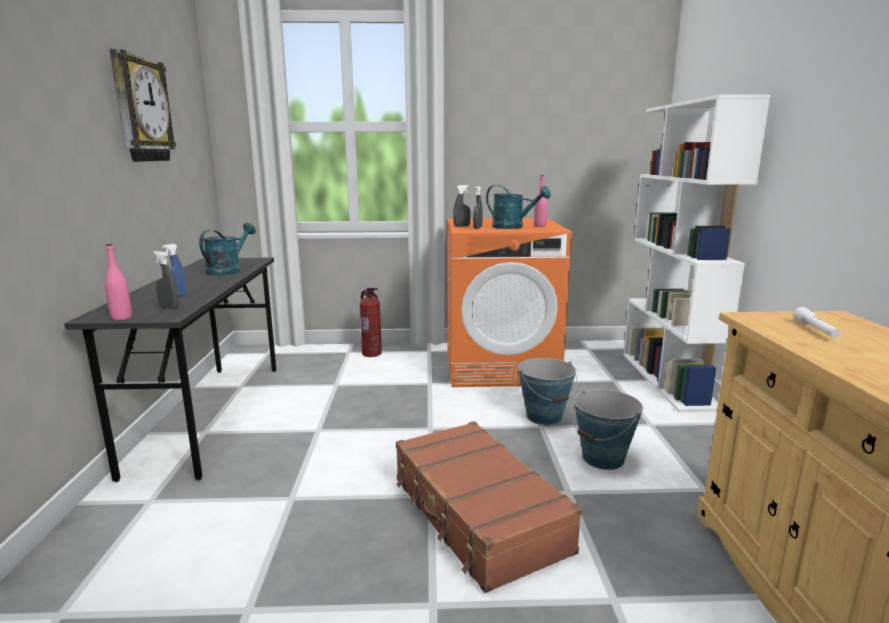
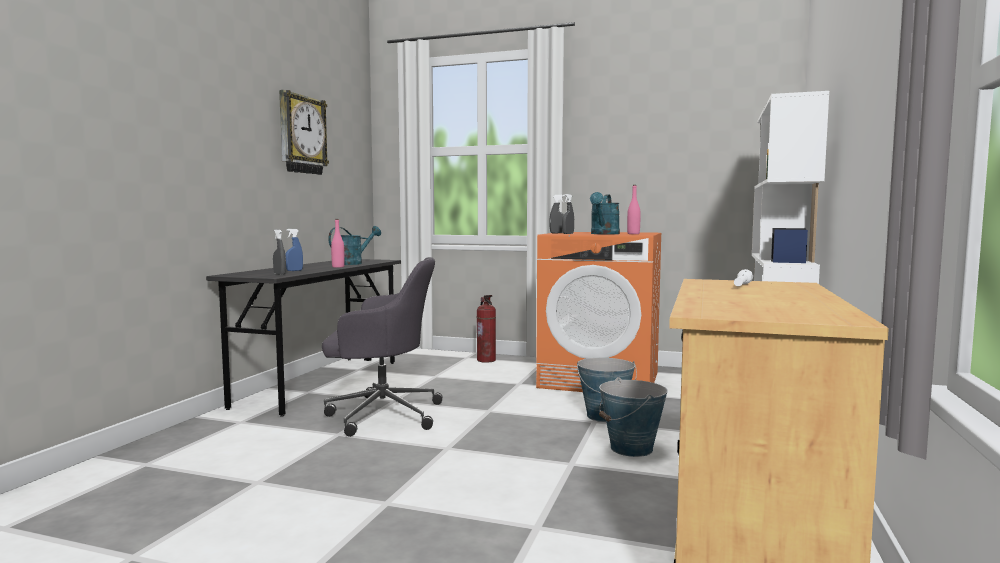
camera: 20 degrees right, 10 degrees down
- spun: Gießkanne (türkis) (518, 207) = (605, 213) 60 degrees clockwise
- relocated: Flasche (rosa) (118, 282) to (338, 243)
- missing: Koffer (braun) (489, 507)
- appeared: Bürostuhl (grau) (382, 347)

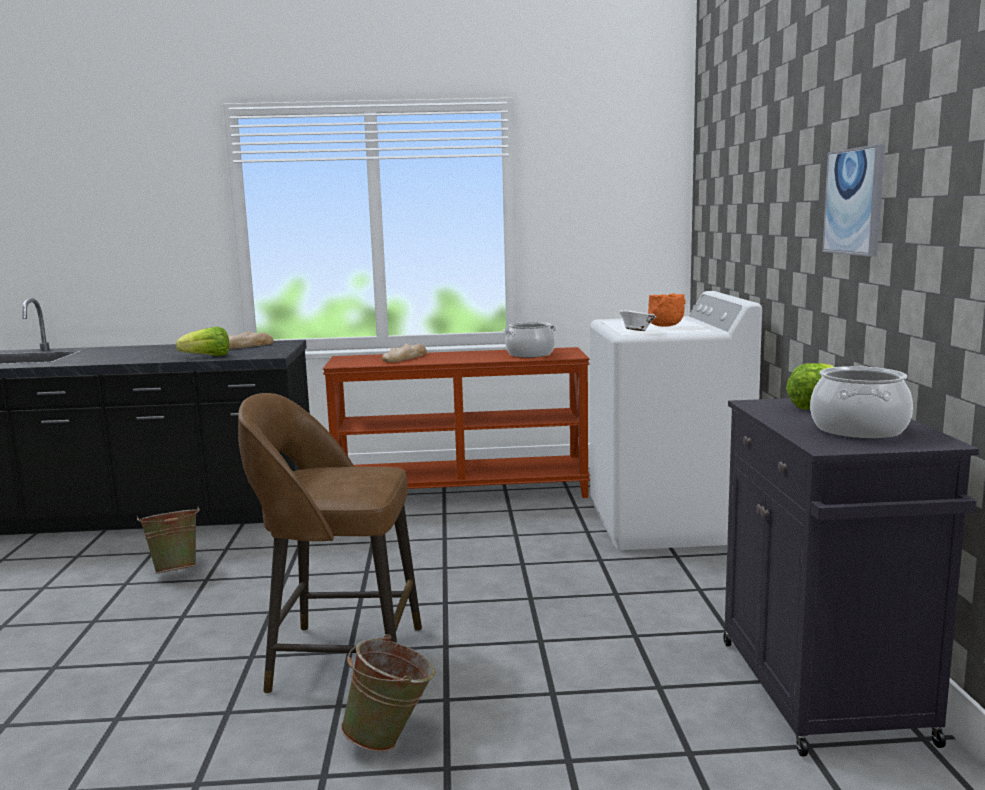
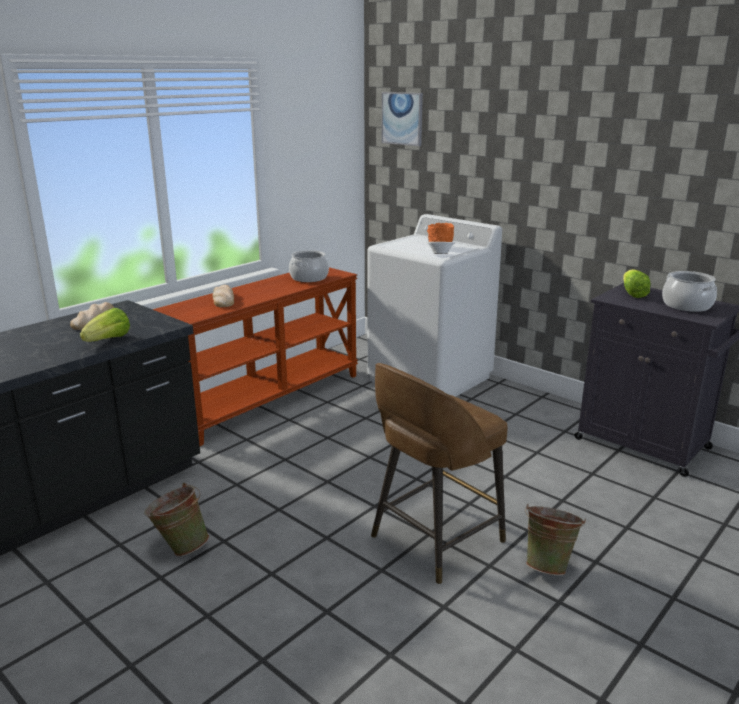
camera: 45 degrees left, 10 degrees up
- relocated: Bild (853, 200) to (402, 119)

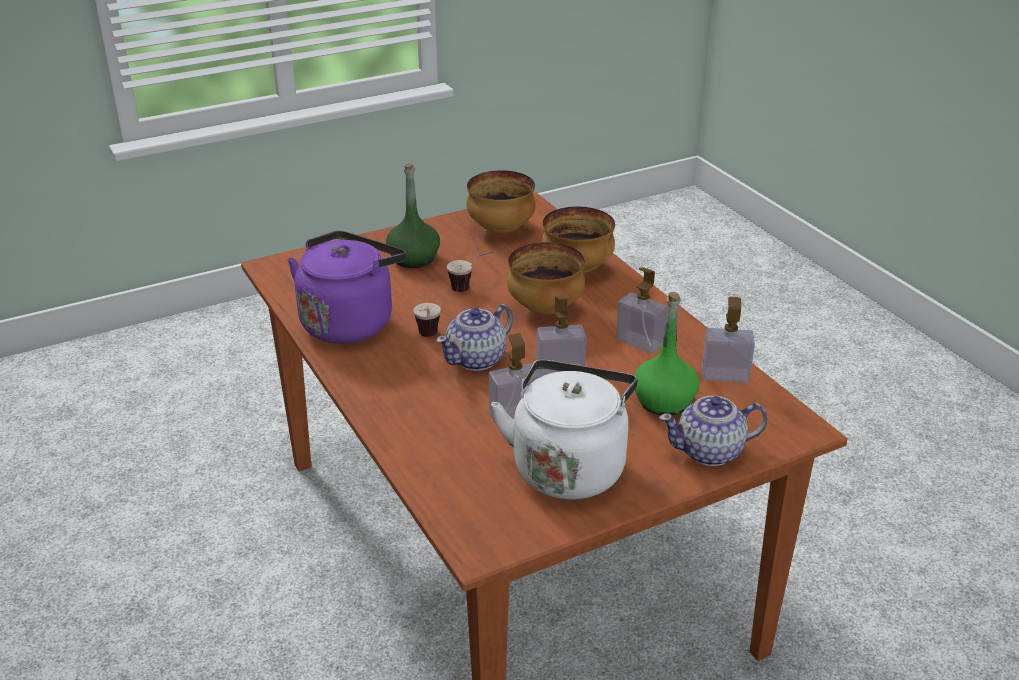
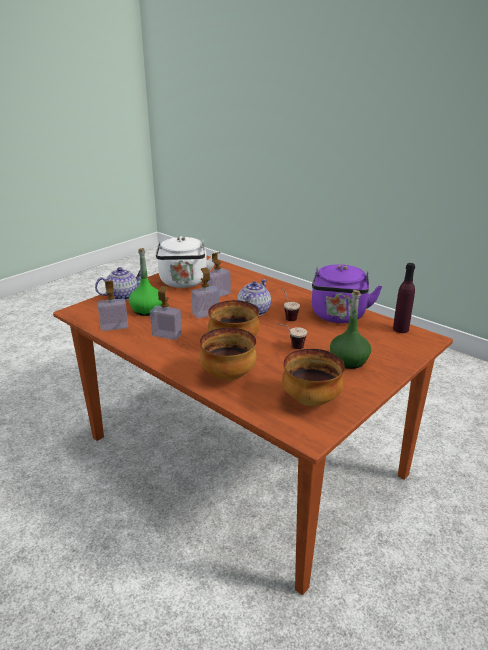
camera: 160 degrees right, 5 degrees down
- appeared: Flasche (lila) (404, 298)

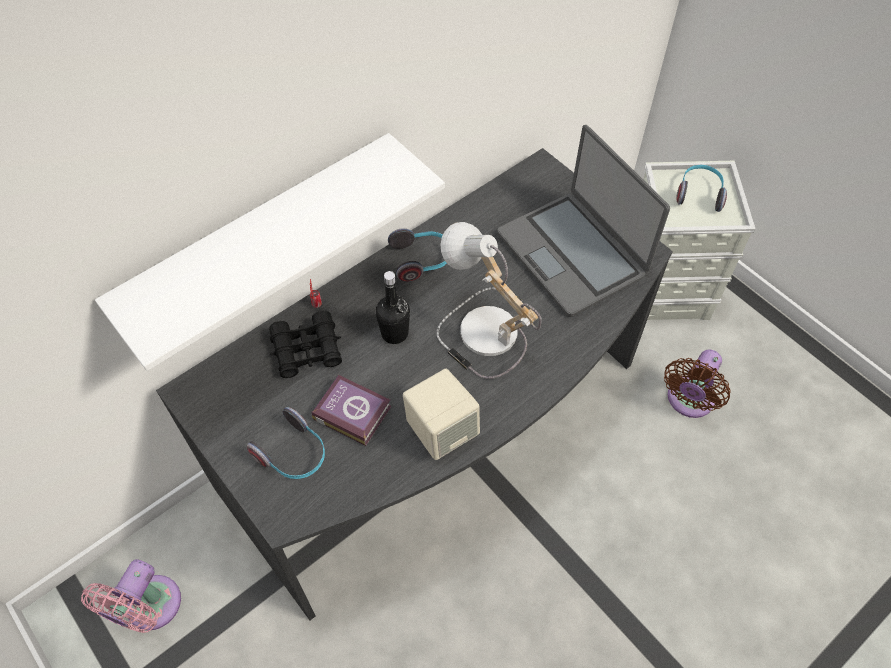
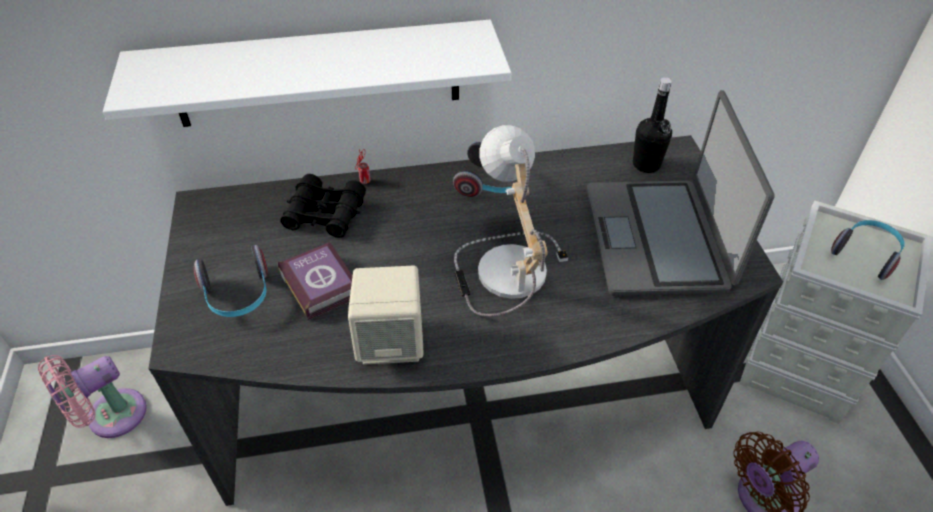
camera: 30 degrees right, 10 degrees down
- relocated: Flasche (schwarz) (393, 307) to (652, 125)

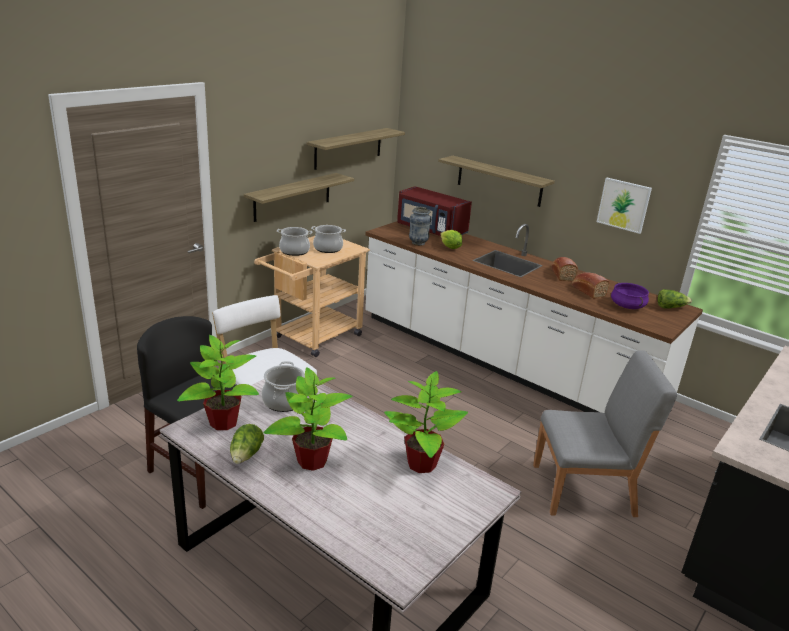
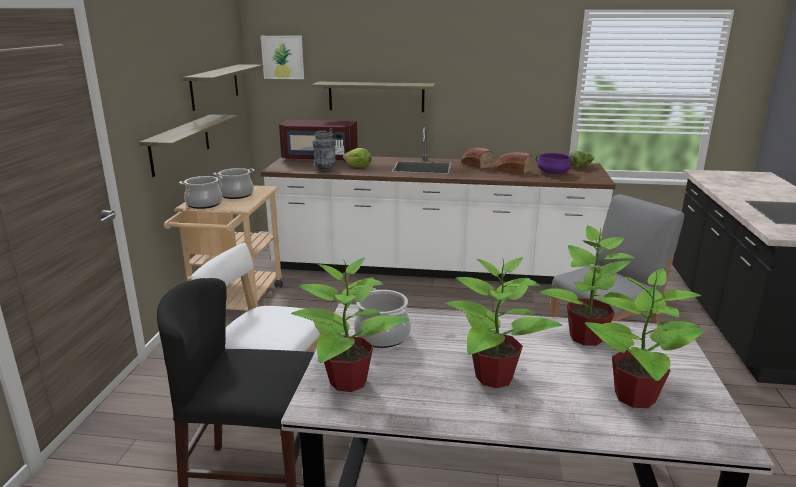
camera: 30 degrees left, 5 degrees down
- relocated: Bild (624, 206) to (282, 57)
- missing: Salatkopf (247, 444)
- appeared: Topfpflanze (645, 338)

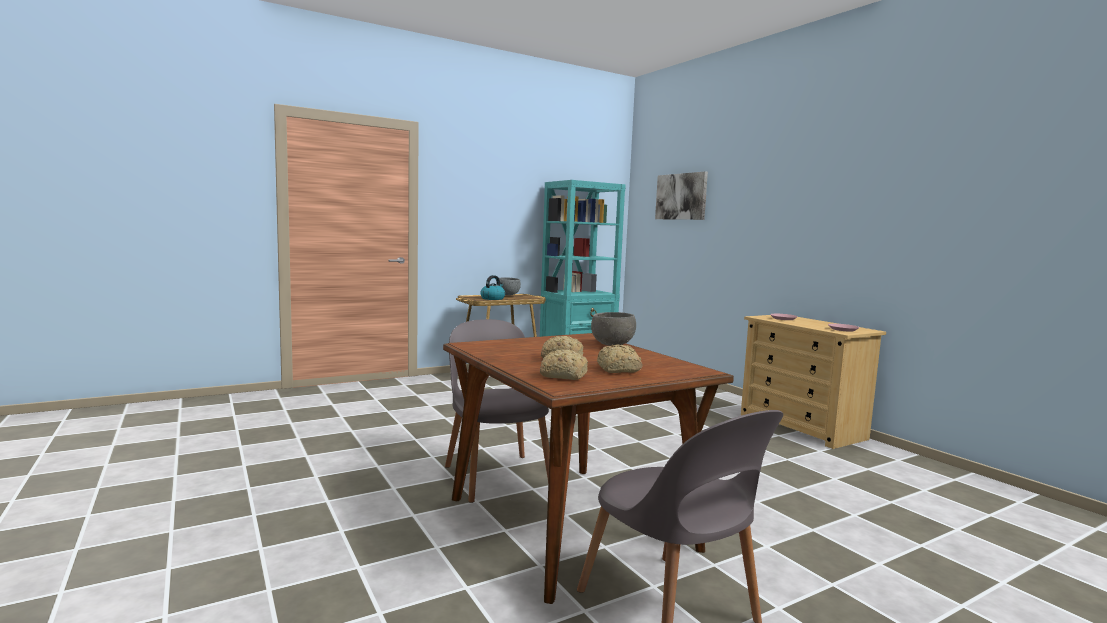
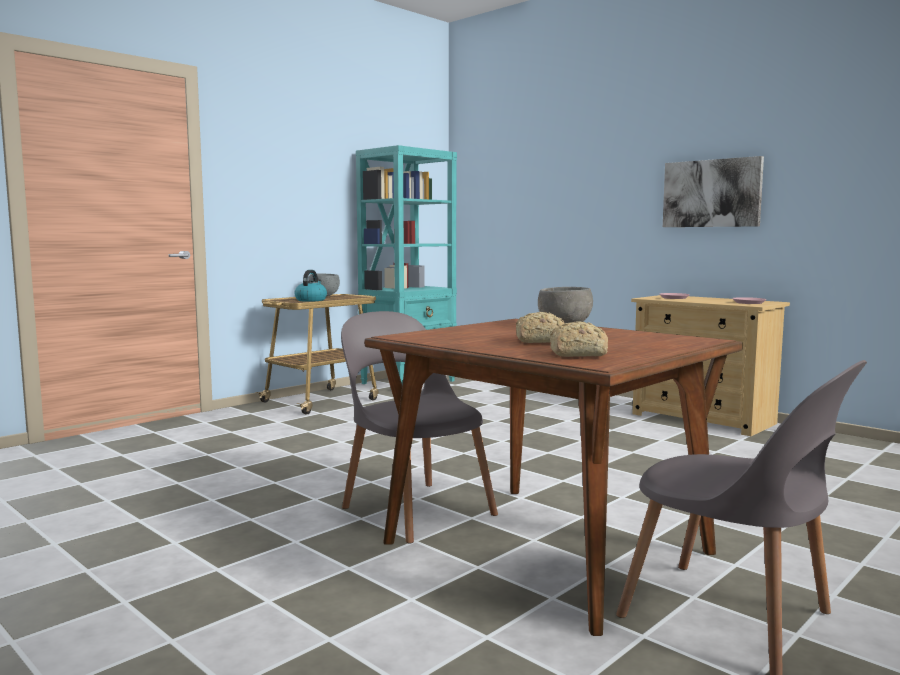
camera: 15 degrees left, 0 degrees up
- relocated: Bild (681, 195) to (713, 191)
- missing: Brot (620, 358)

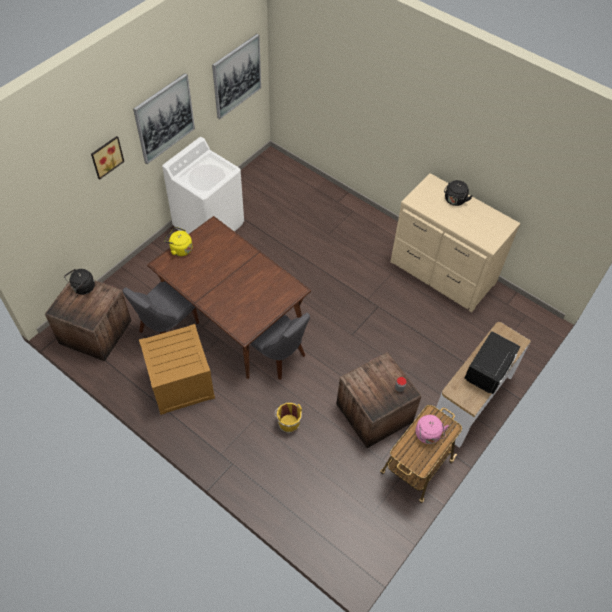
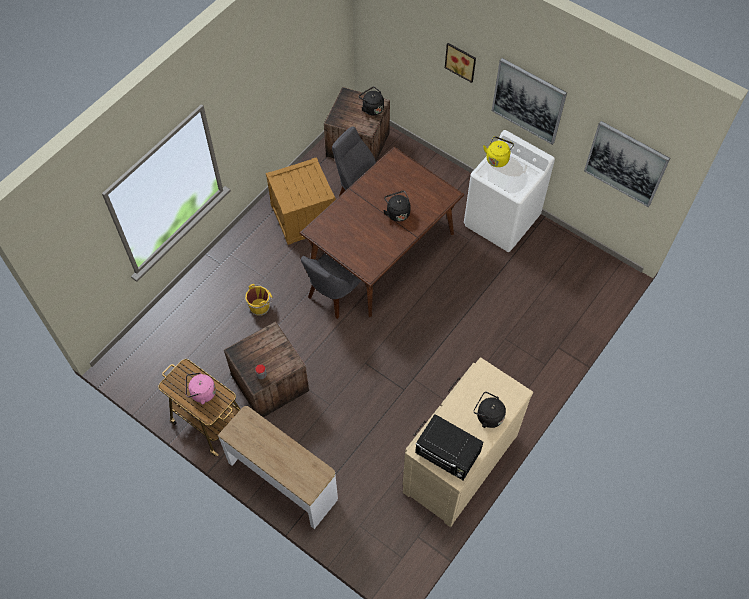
camera: 90 degrees right, 5 degrees up
- relocated: Wasserkessel (gelb) (178, 241) to (498, 151)
- relocated: Mikrowelle (schwarz) (492, 362) to (449, 447)
- appeared: Wasserkessel (schwarz) (397, 206)

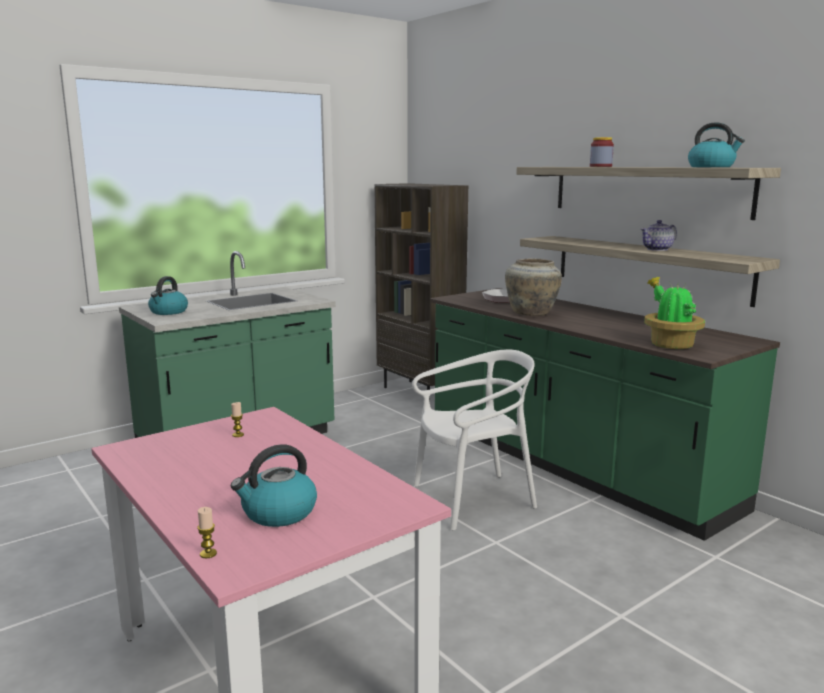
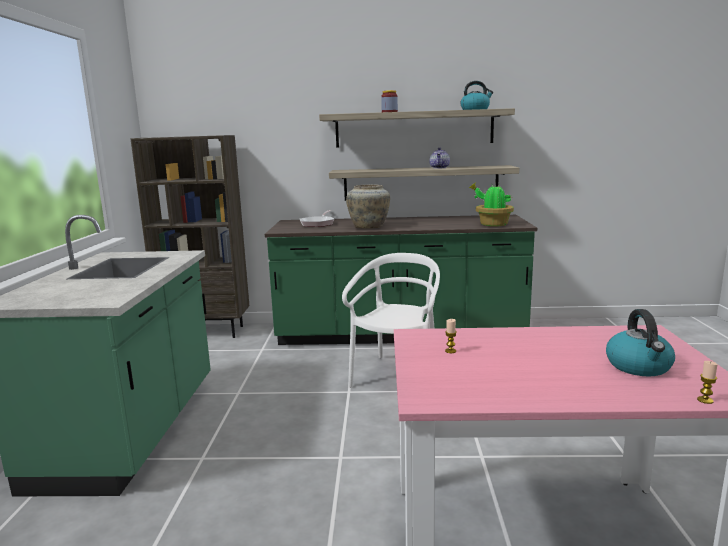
camera: 50 degrees left, 0 degrees up
- missing: Wasserkessel (168, 295)

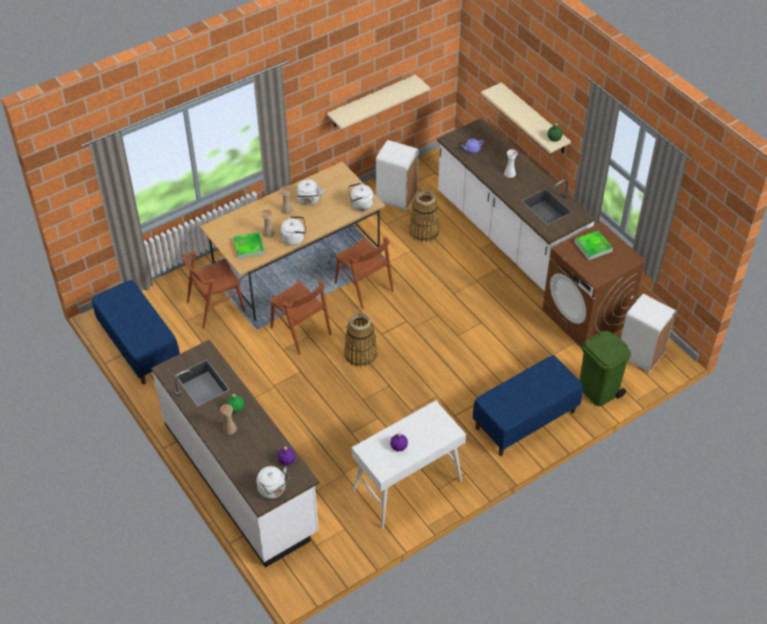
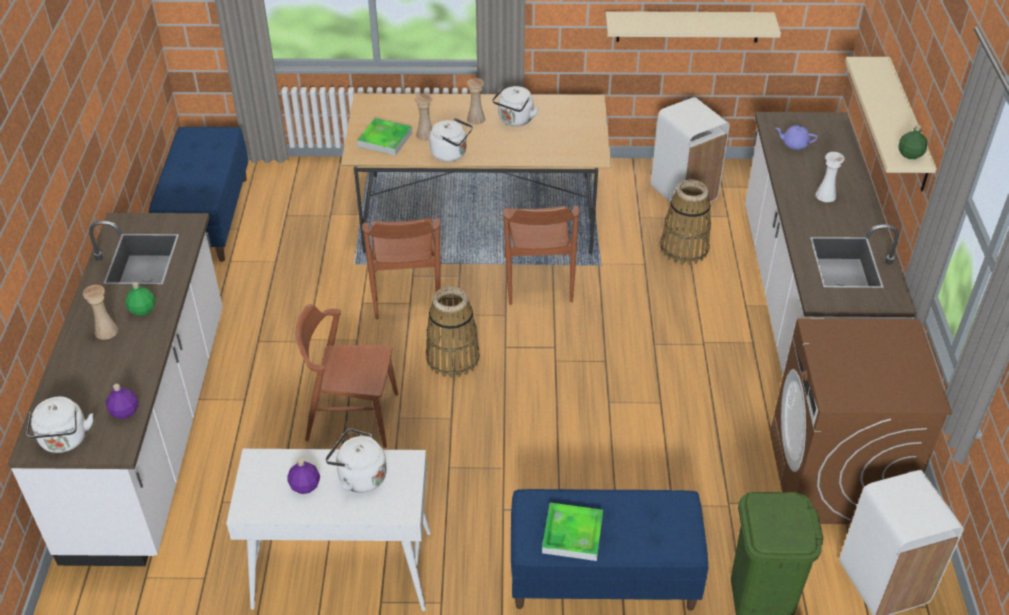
camera: 35 degrees right, 5 degrees down
- relocated: Wasserkessel (weiß) (361, 197) to (356, 461)
- relocated: Tablett (593, 245) to (572, 532)
- relocated: Stuhl (braun) (214, 290) to (347, 376)

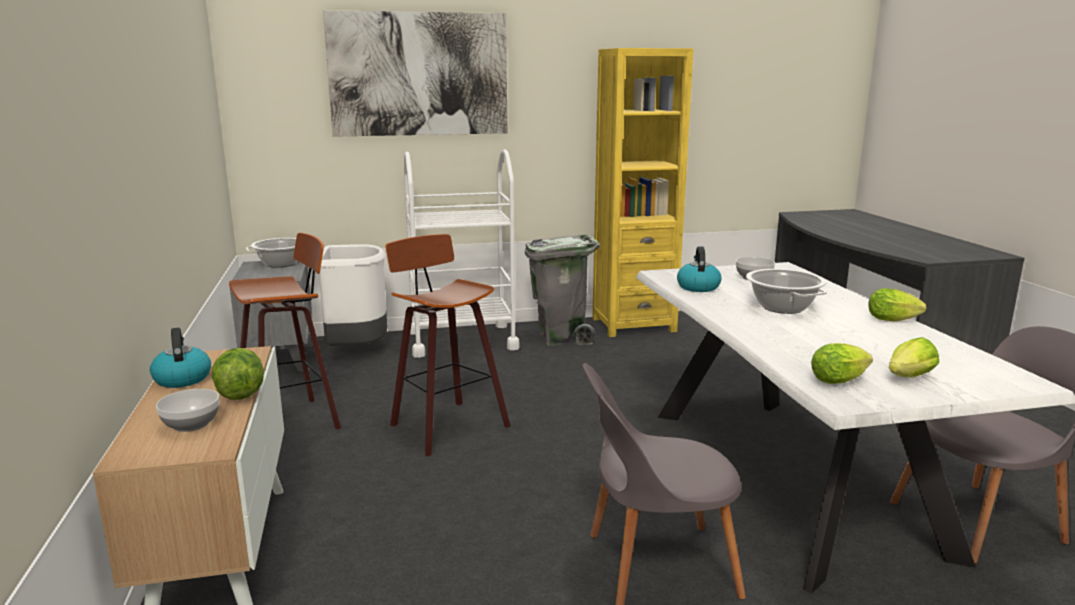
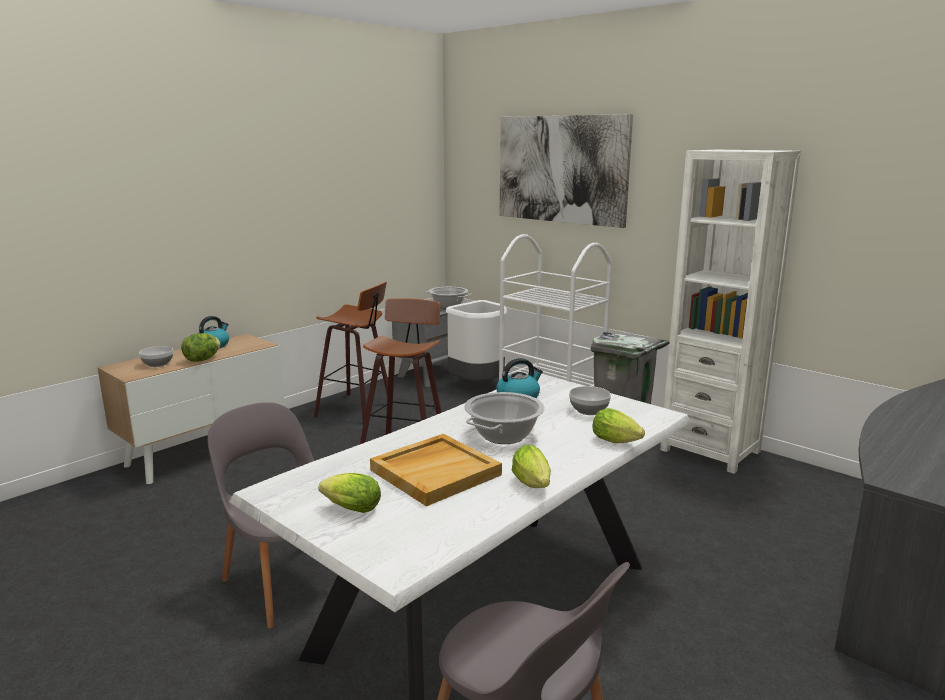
camera: 55 degrees right, 0 degrees up
- colour: Bücherregal (gelb) (642, 192) to Bücherregal (weiß) (730, 312)
- relocated: Salatkopf (842, 363) to (618, 425)
- appeared: Tablett (beige) (436, 470)

